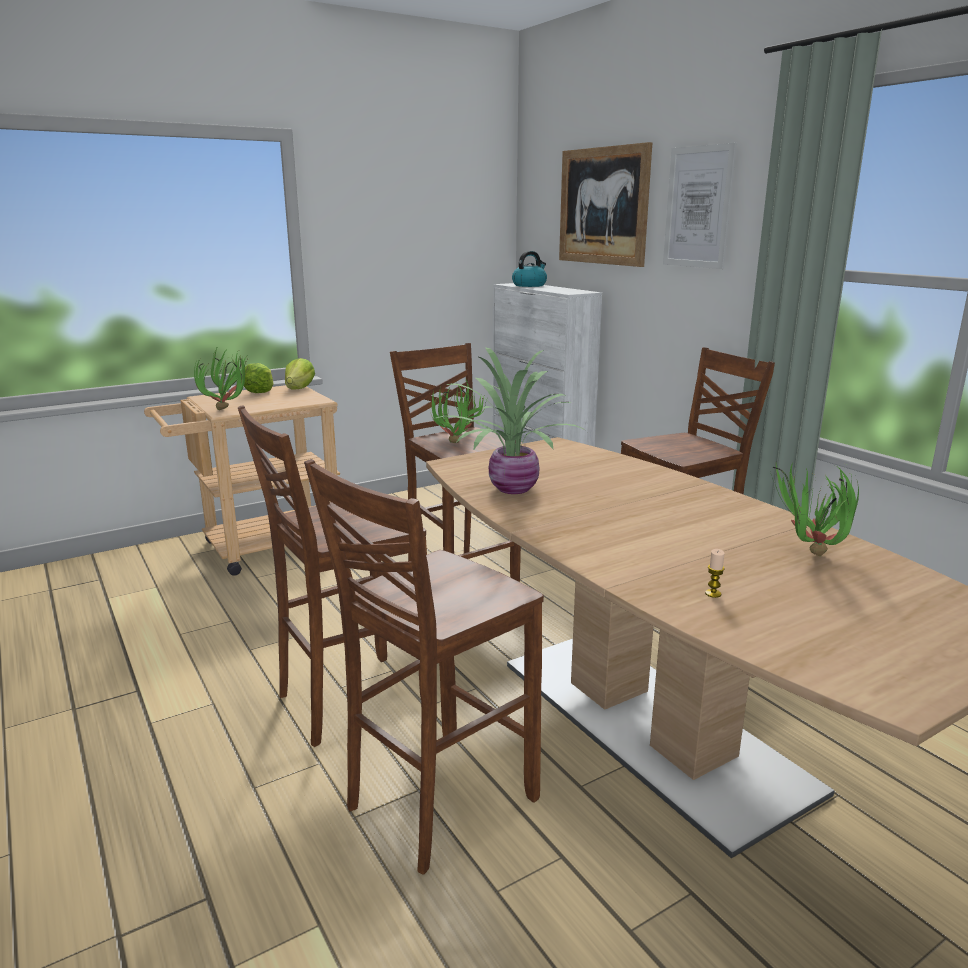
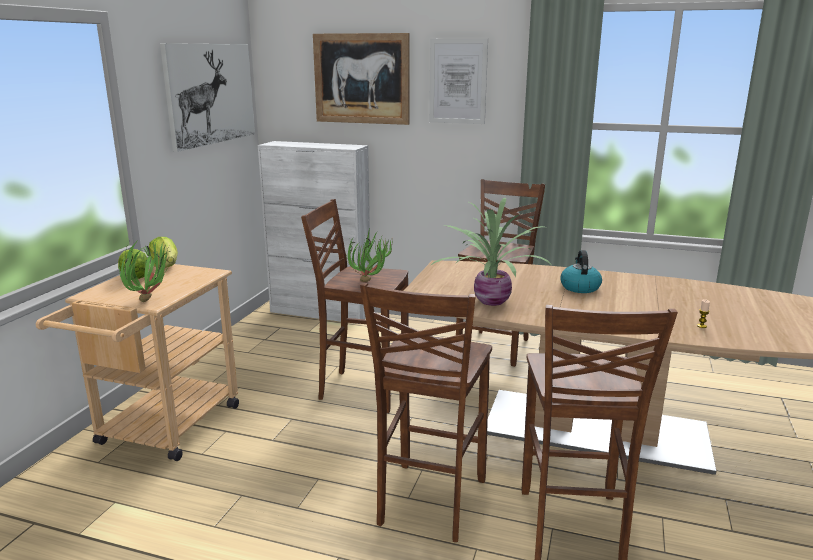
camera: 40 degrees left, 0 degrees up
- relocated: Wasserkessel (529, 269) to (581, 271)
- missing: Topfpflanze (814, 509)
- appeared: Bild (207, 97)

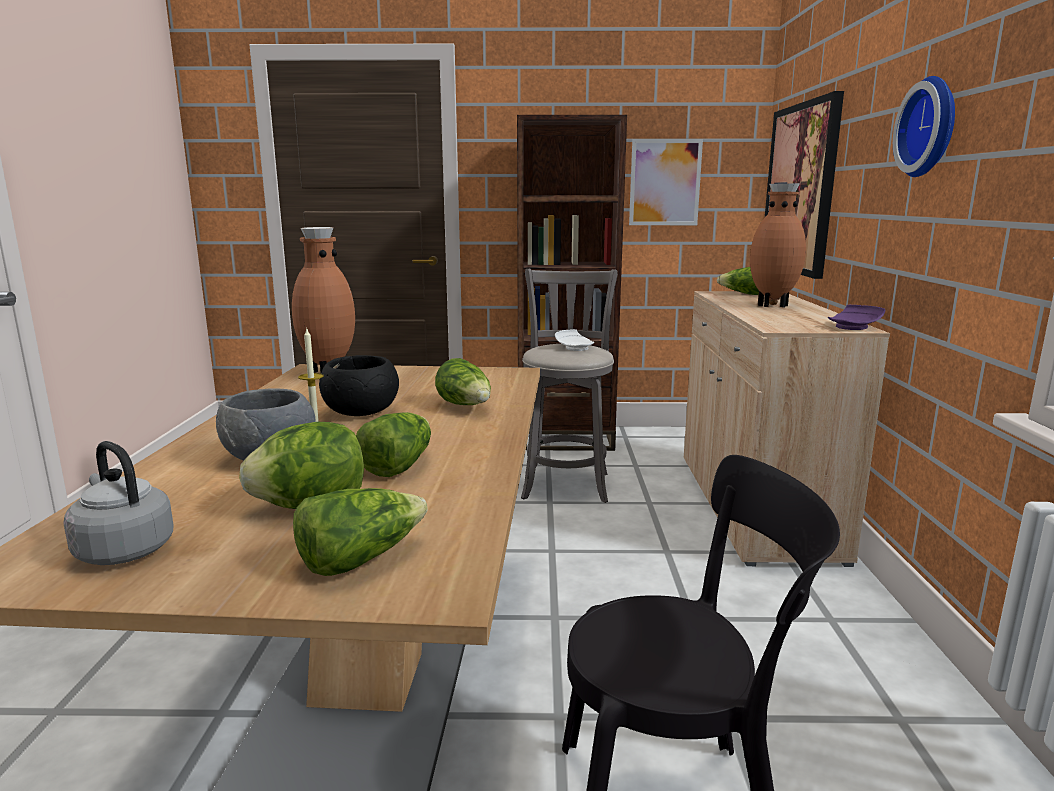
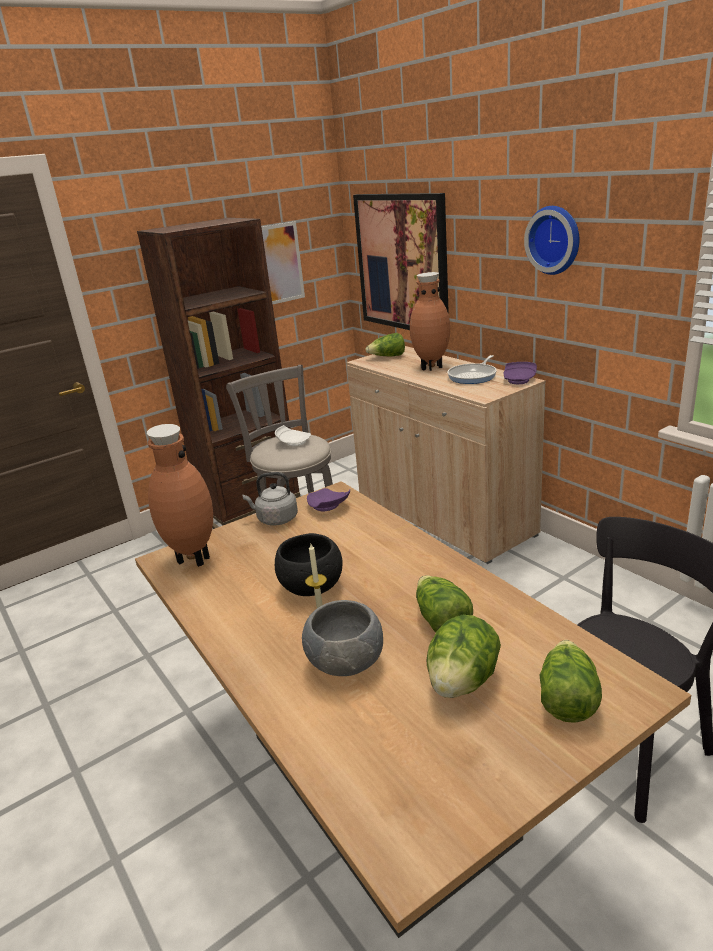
camera: 35 degrees left, 10 degrees up
- missing: Salatkopf (463, 381)
- relocated: Wasserkessel (grau) (118, 503) to (270, 498)
- appeared: Pfanne (472, 369)
- appeared: Teller (lila) (328, 499)

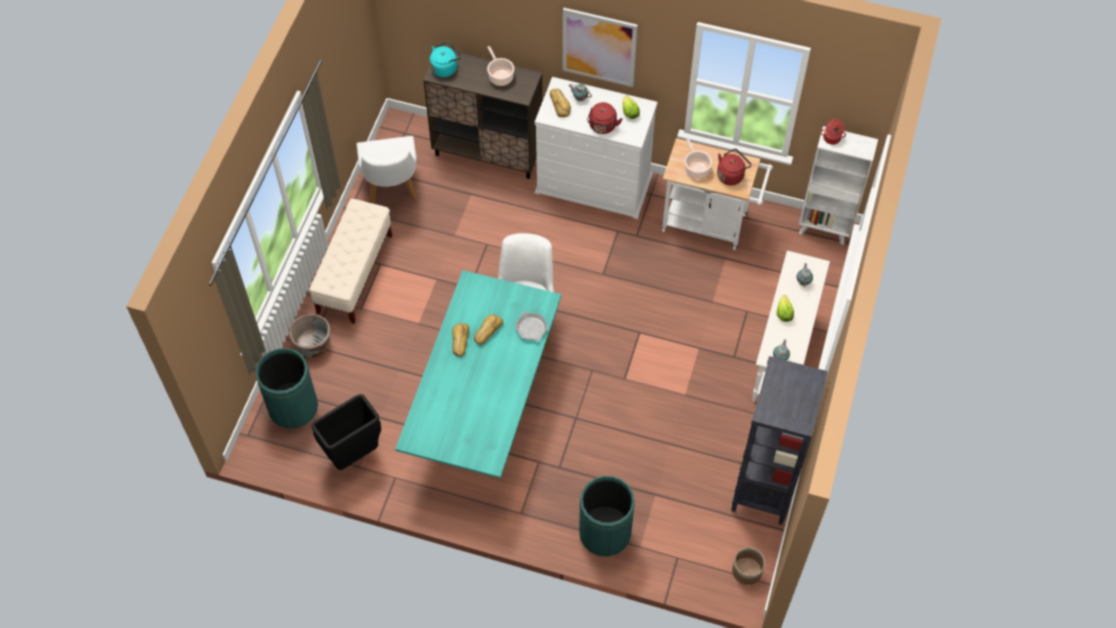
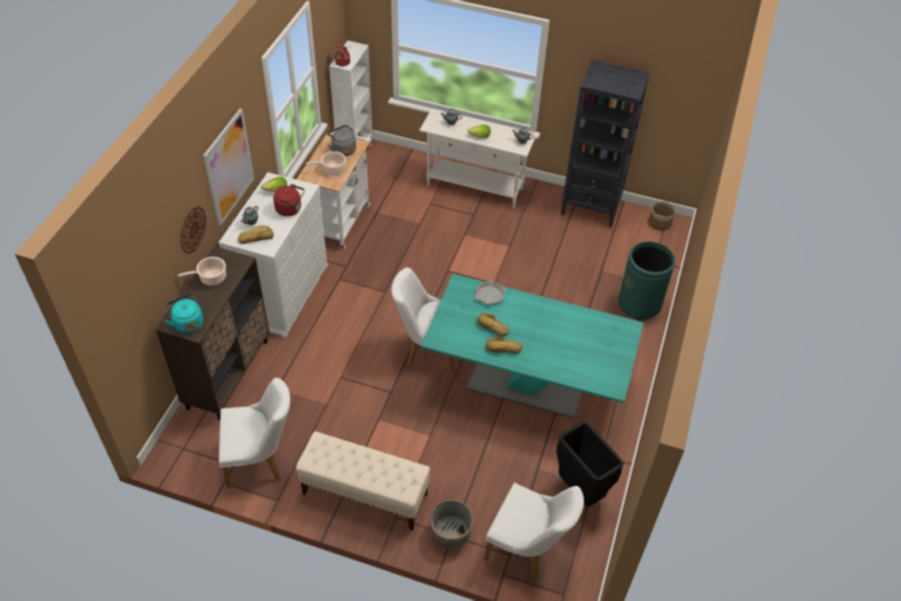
camera: 90 degrees left, 10 degrees down
- colour: Wasserkessel (rot) (734, 167) to Wasserkessel (grau) (341, 140)
- exchanged: Mülleimer (grün) (286, 388) to Stuhl (weiß) (534, 532)
- appeared: Wanduhr (193, 230)

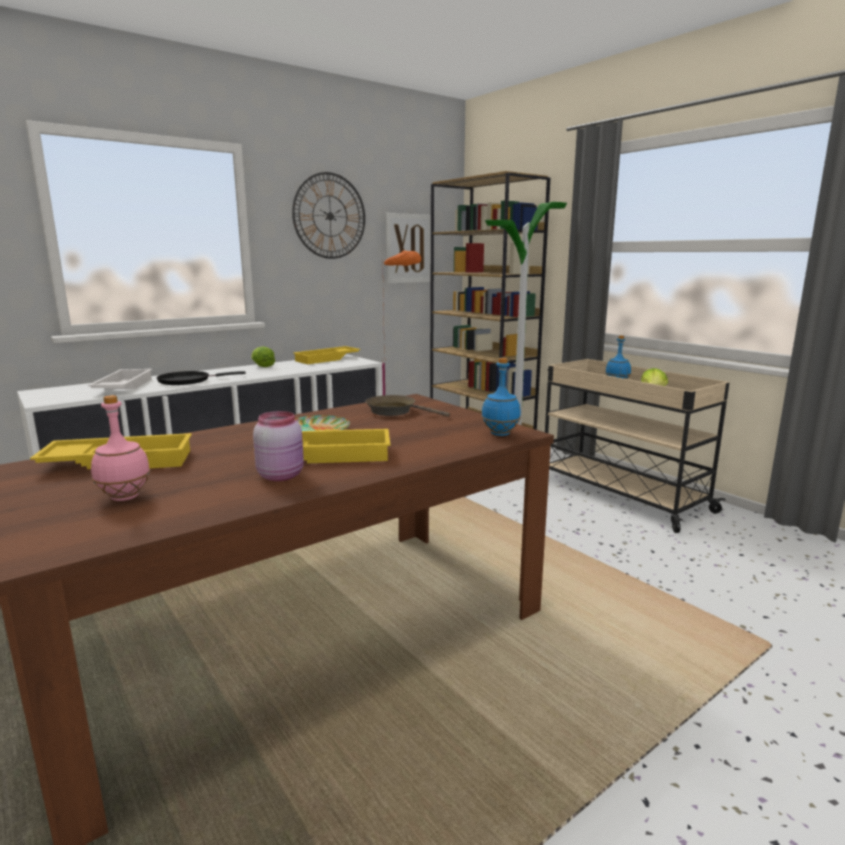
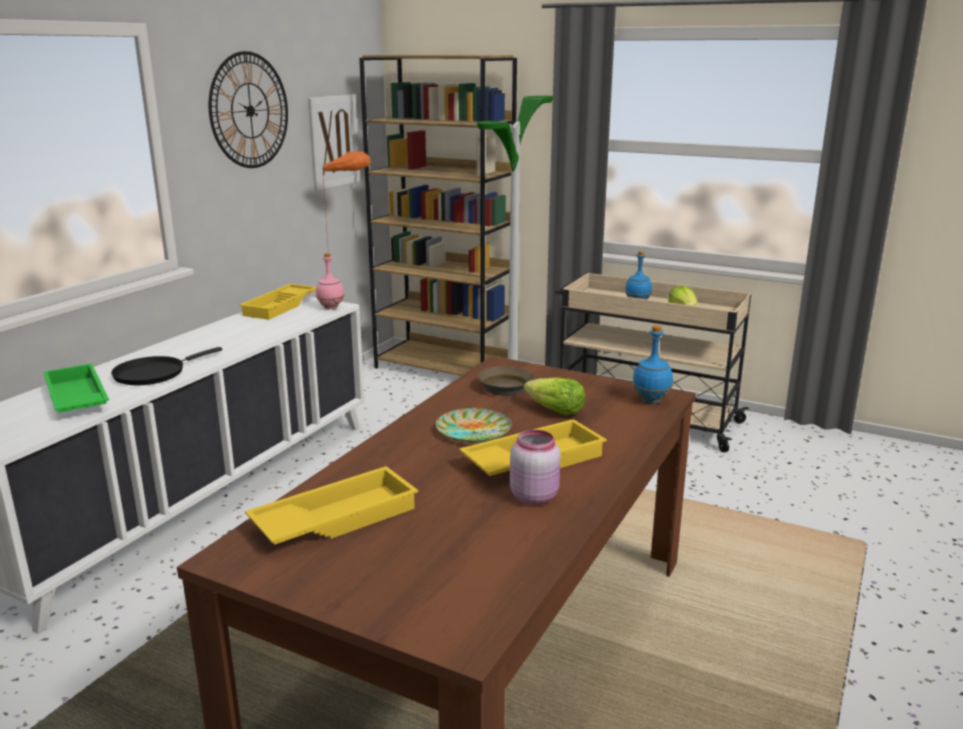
camera: 25 degrees left, 5 degrees up
- relocated: Salatkopf (263, 356) to (554, 396)
- colour: Tablett (weiß) (120, 379) to Tablett (grün) (76, 388)
- relocated: Flasche (rosa) (120, 448) to (330, 281)

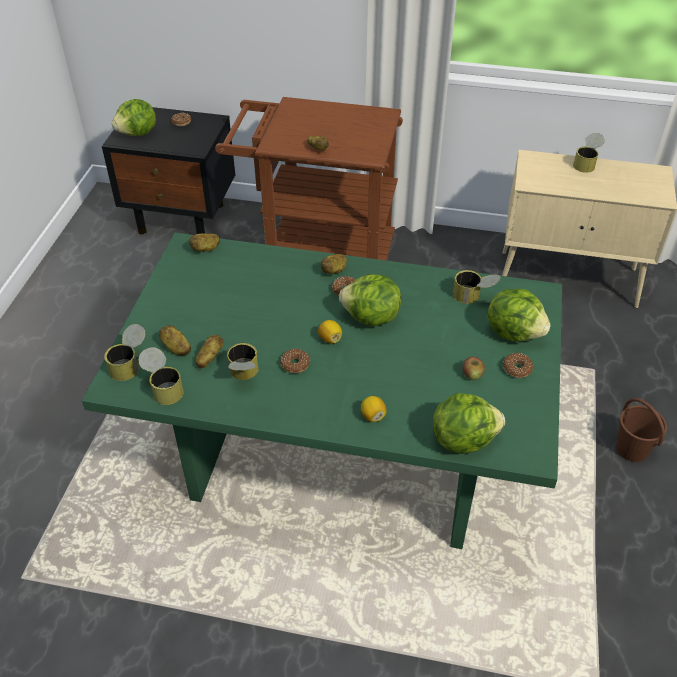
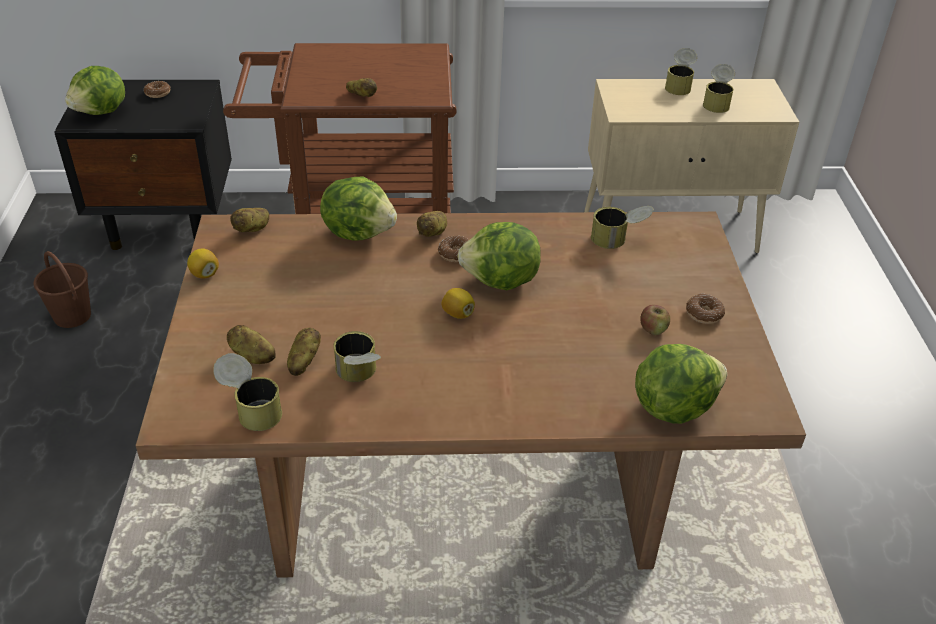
camera: 15 degrees left, 5 degrees down
- colour: Esstisch (grün) (322, 391) to Esstisch (braun) (471, 395)
- relocated: Salatkopf (519, 315) to (358, 209)
- relocated: Dose (124, 352) to (719, 88)
- missing: Donut (295, 361)
- relocated: Zitrone (374, 409) to (203, 263)
- relocated: Eimer (braun) (641, 430) to (62, 289)

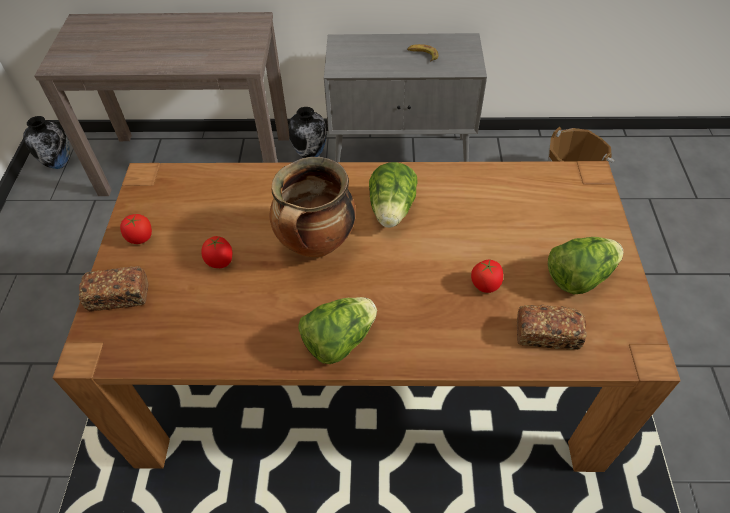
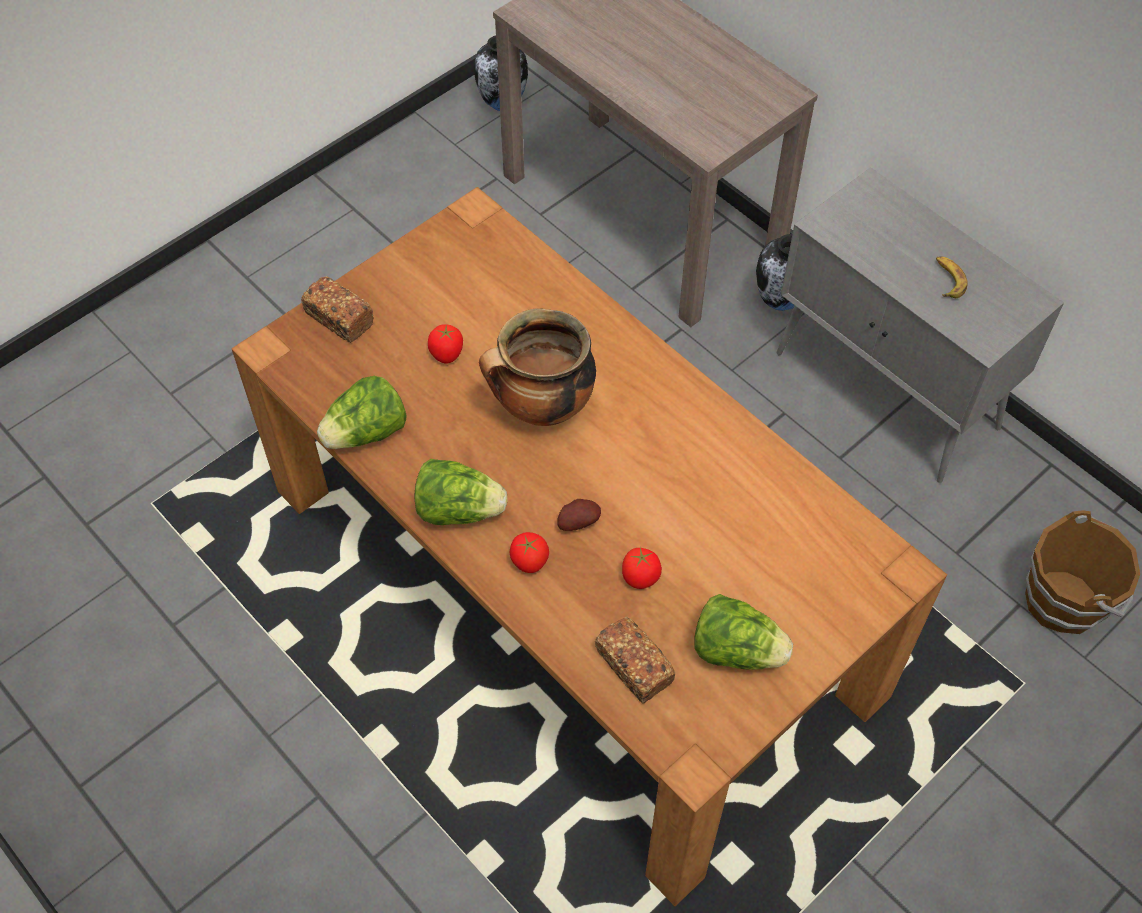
camera: 45 degrees right, 5 degrees up
- relocated: Salatkopf (393, 195) to (362, 412)
- relocated: Tomate (136, 229) to (529, 552)
- appeared: Kartoffel (579, 515)

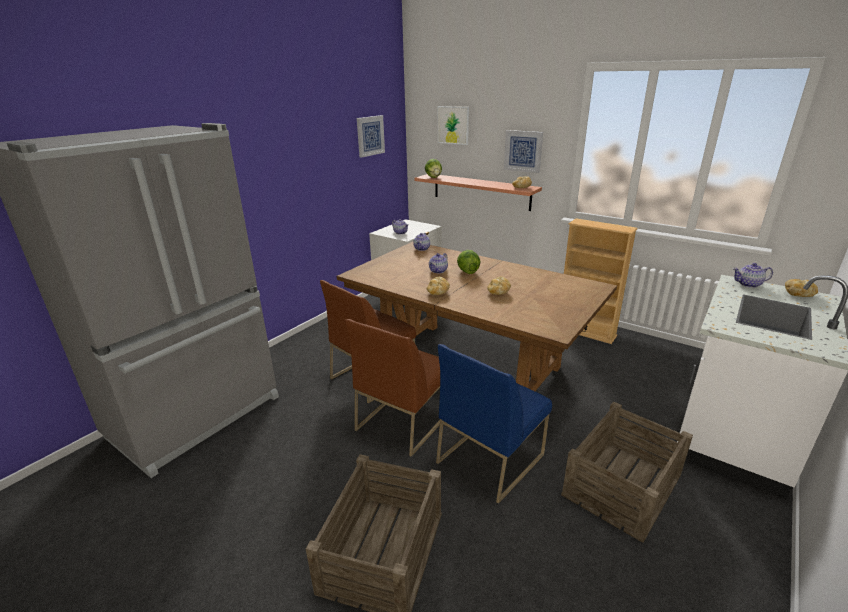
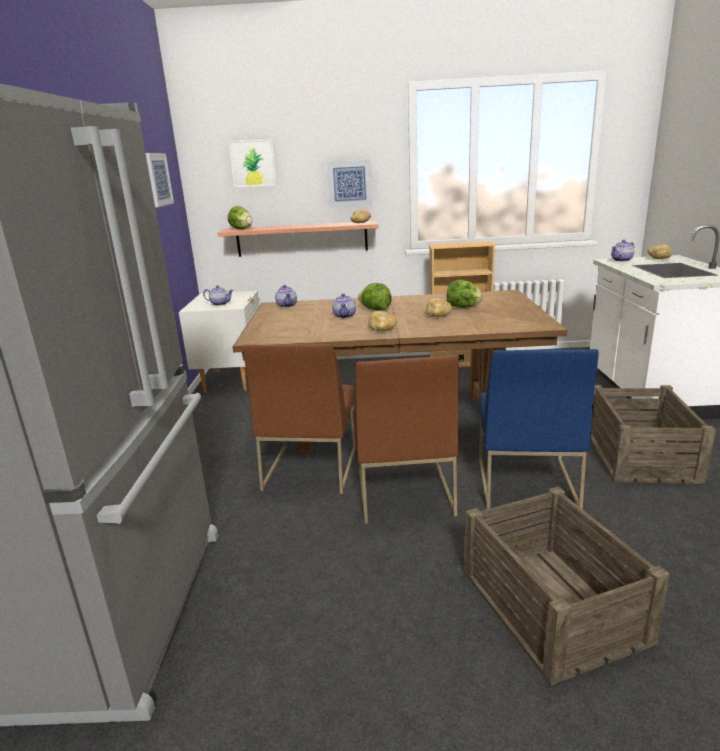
camera: 35 degrees left, 5 degrees down
- appeared: Salatkopf (465, 294)

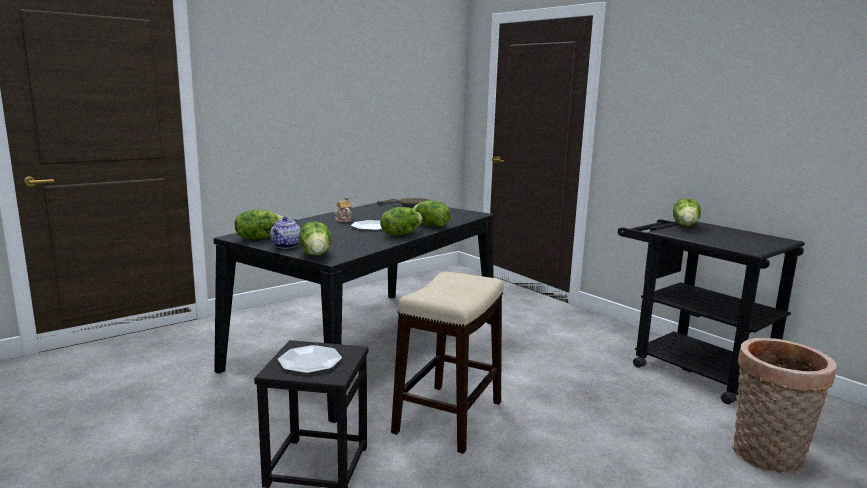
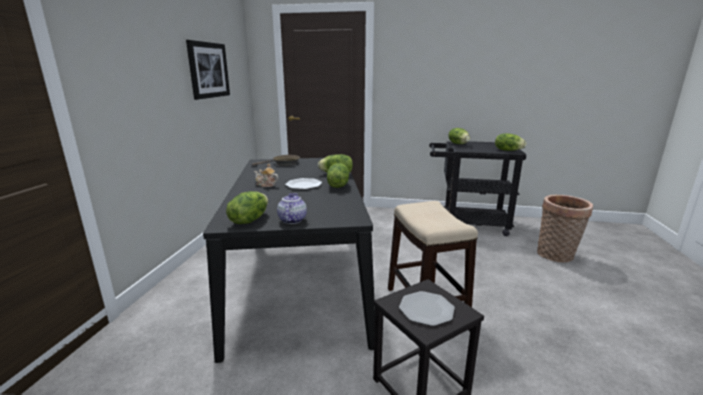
camera: 40 degrees left, 5 degrees up
- spun: Teekanne (285, 233) = (292, 208) 150 degrees counterclockwise
- relocated: Salatkopf (315, 238) to (511, 142)
- appeared: Bild (208, 70)

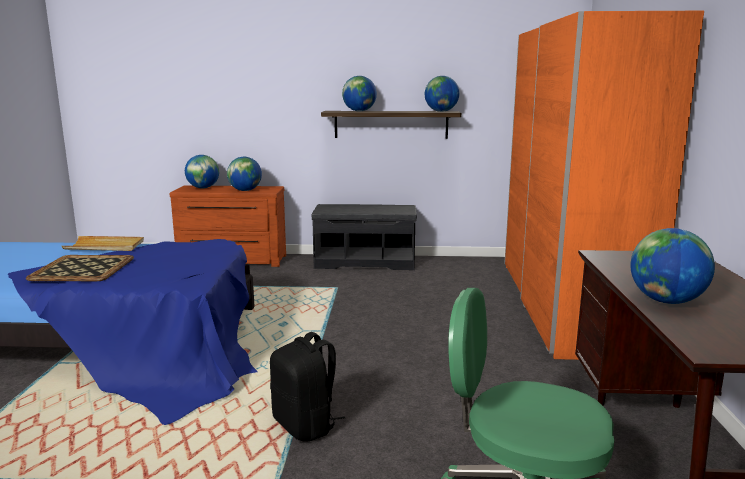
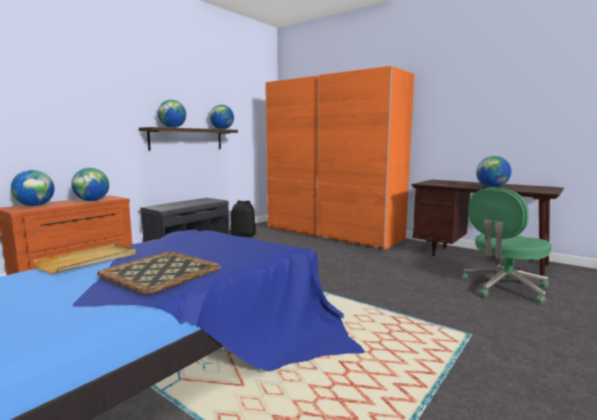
camera: 55 degrees left, 5 degrees down
- relocated: Rucksack (schwarz) (307, 387) to (243, 219)

